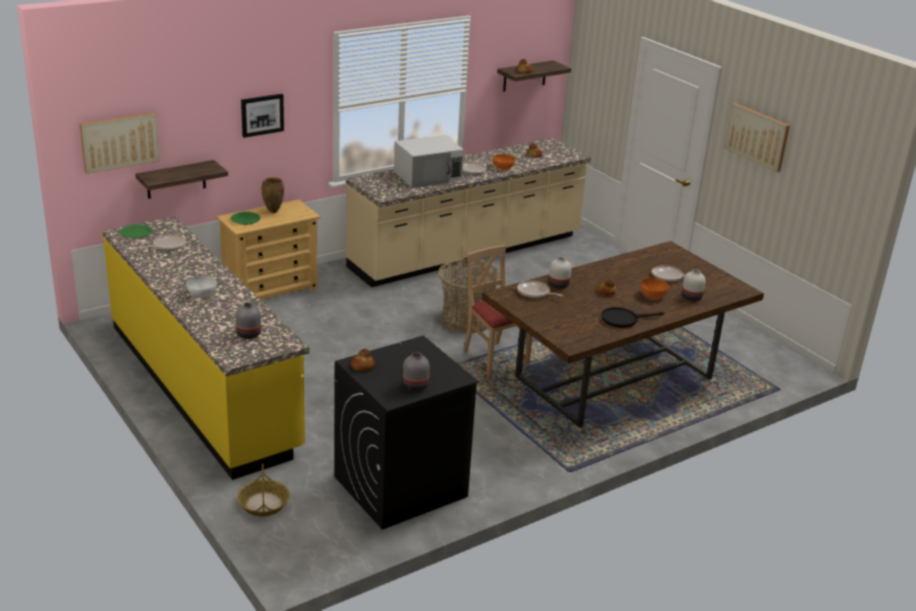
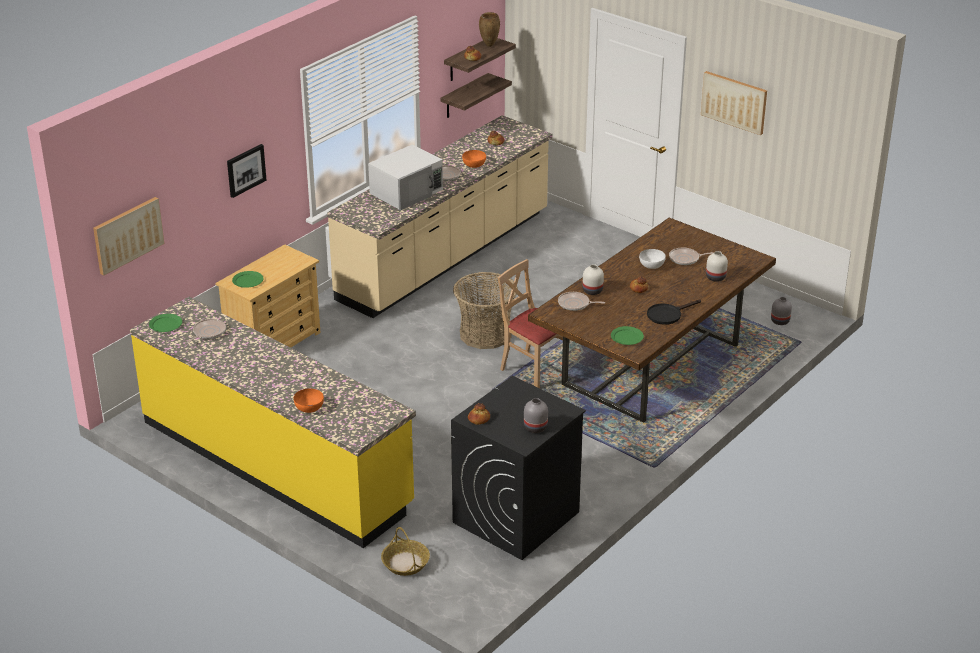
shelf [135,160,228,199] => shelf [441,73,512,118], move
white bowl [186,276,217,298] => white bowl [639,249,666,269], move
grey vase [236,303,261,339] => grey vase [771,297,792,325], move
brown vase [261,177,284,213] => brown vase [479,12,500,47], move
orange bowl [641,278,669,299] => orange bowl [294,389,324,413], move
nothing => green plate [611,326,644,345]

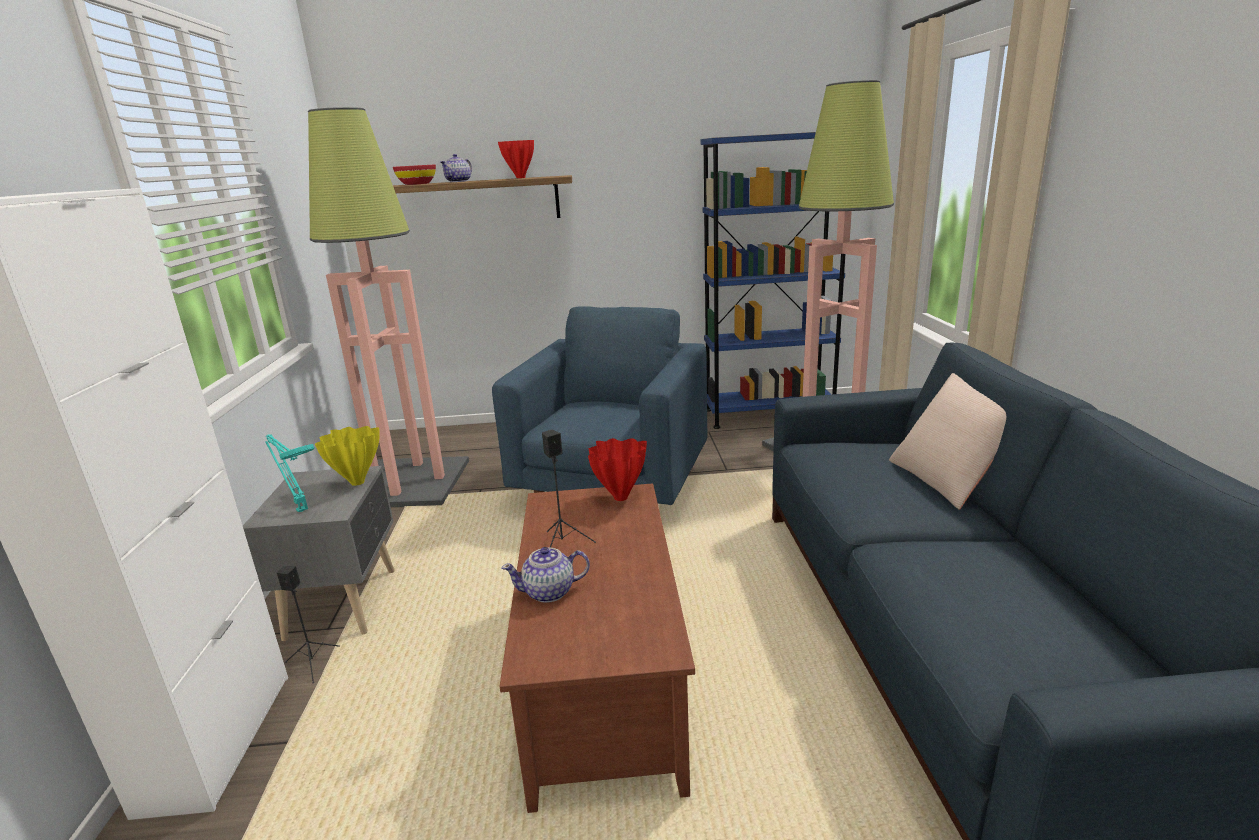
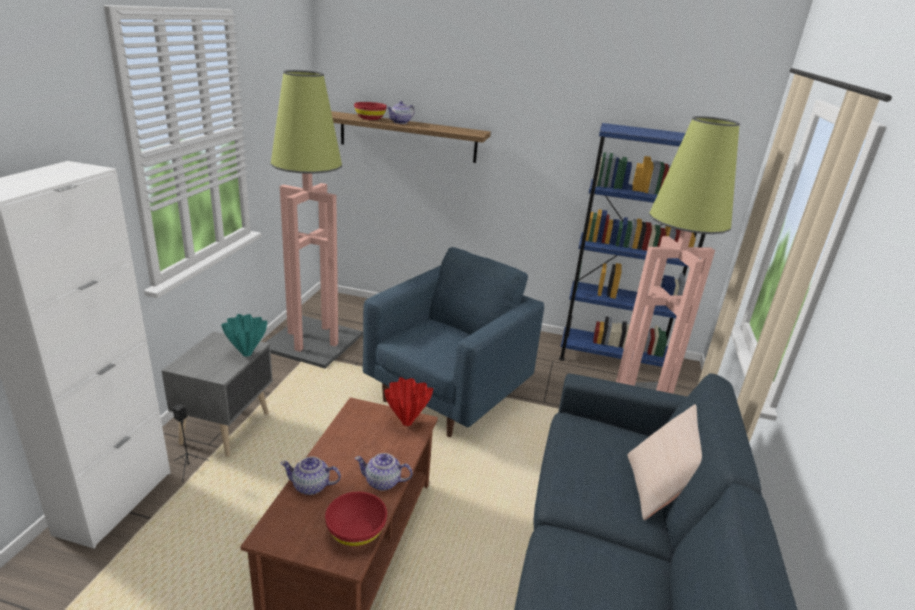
turquoise table lamp [265,434,314,512] => nothing
yellow vase [315,426,380,486] => turquoise vase [221,314,267,357]
red vase [498,140,534,178] => nothing
black speaker [542,430,596,548] => nothing
nothing => red bowl [325,492,387,547]
nothing => teapot [355,453,413,491]

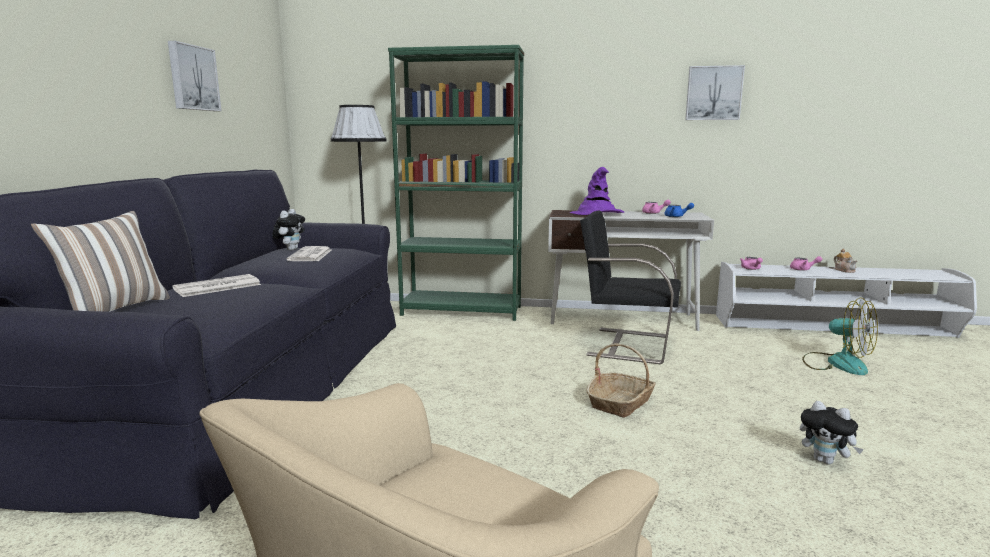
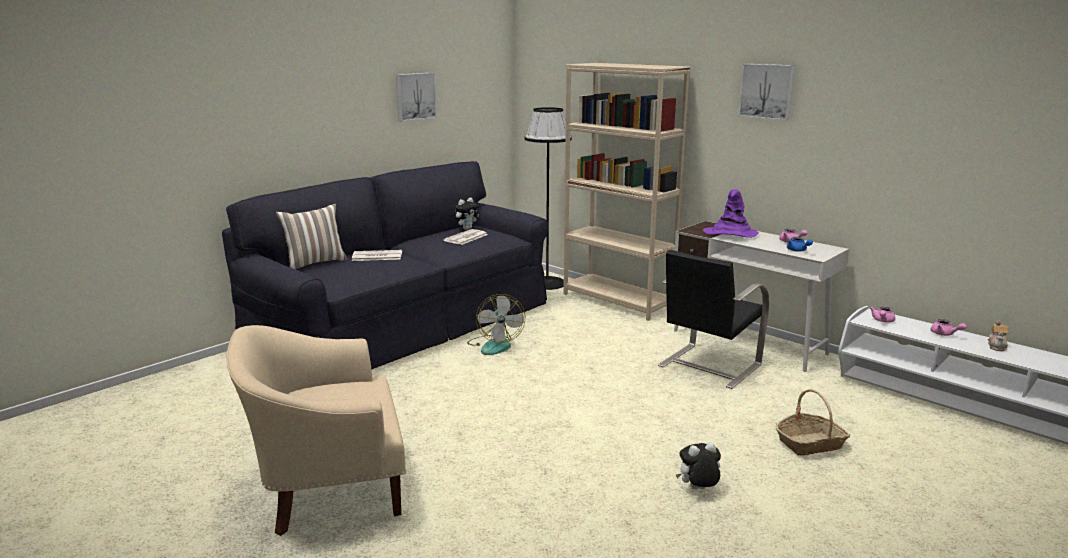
green bookcase [388,45,524,321] => beige bookcase [563,63,691,321]
black chair [580,210,681,364] => black chair [658,250,769,389], 105 degrees counterclockwise
basket [586,344,656,418] => basket [775,389,850,456], move
picture [685,65,745,120] => picture [738,64,795,120], move
plush toy [800,401,864,465] => plush toy [676,442,721,490], 90 degrees clockwise
fan [802,297,878,375] => fan [467,294,525,355], move

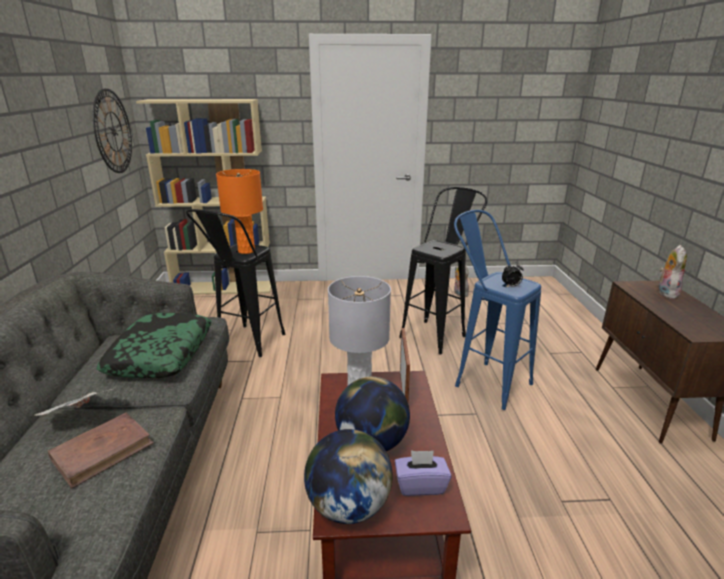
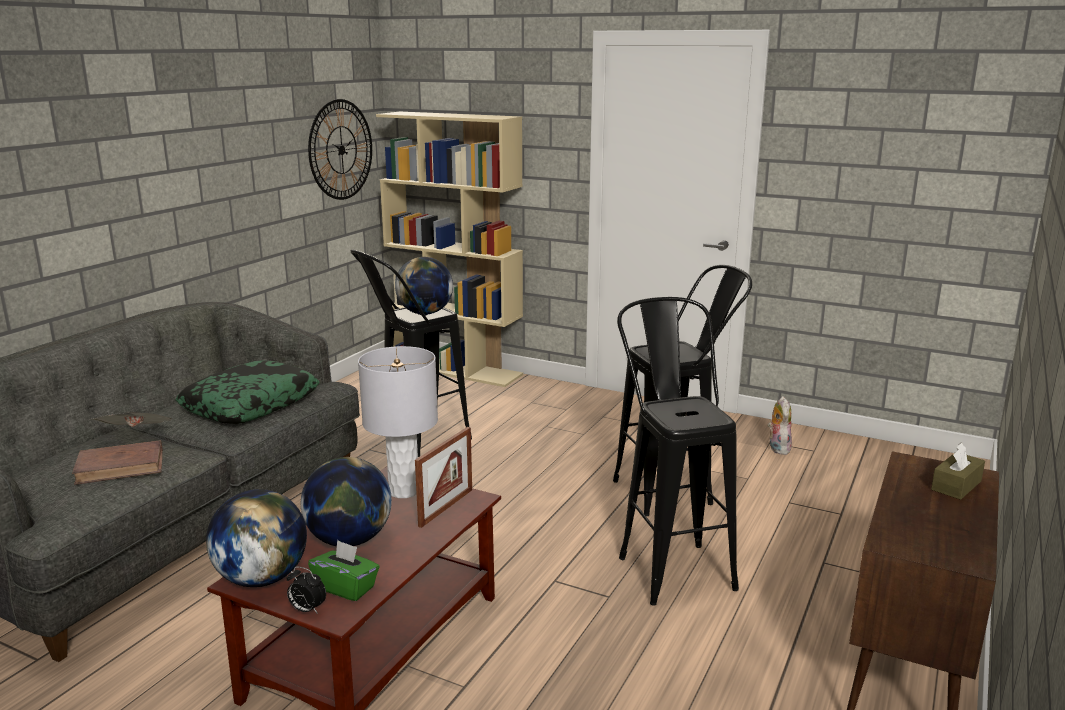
orange table lamp [216,169,263,254] => globe [395,257,453,315]
purple tissue box [395,450,451,496] => green tissue box [308,540,380,601]
blue stool [454,210,541,410] => black stool [617,297,739,606]
alarm clock [502,262,524,286] => alarm clock [287,567,326,614], move
plush toy [659,245,687,299] => brown tissue box [931,442,985,500]

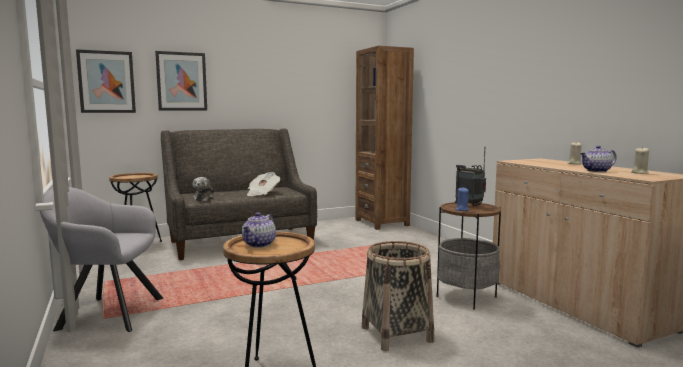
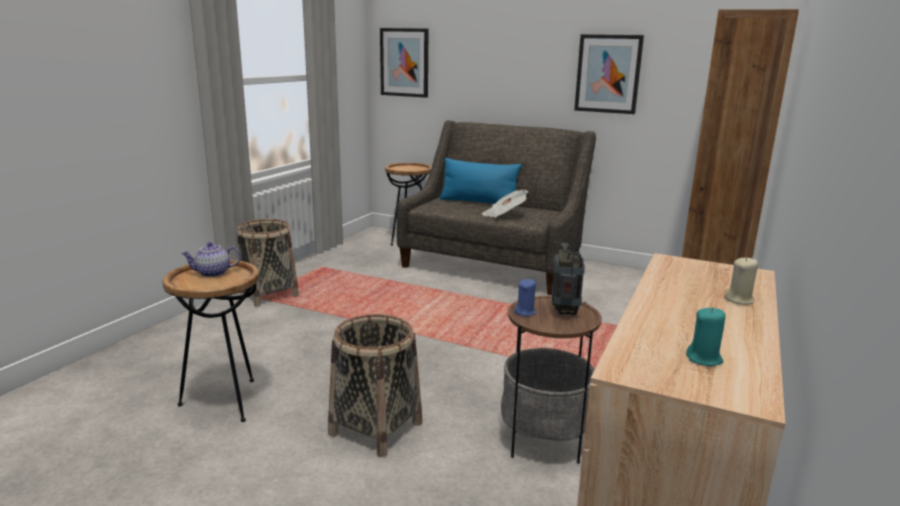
grey armchair [40,187,163,332] => basket [236,219,299,307]
picture [155,51,207,110] => picture [574,34,644,114], move
plush toy [193,177,214,201] => nothing
teapot [580,146,617,172] => nothing
beige candle [631,148,649,174] => turquoise candle [686,307,726,366]
nothing => blue pillow [440,158,522,207]

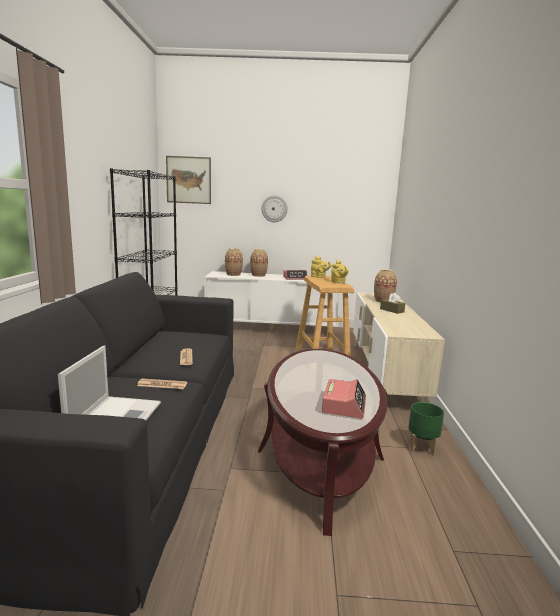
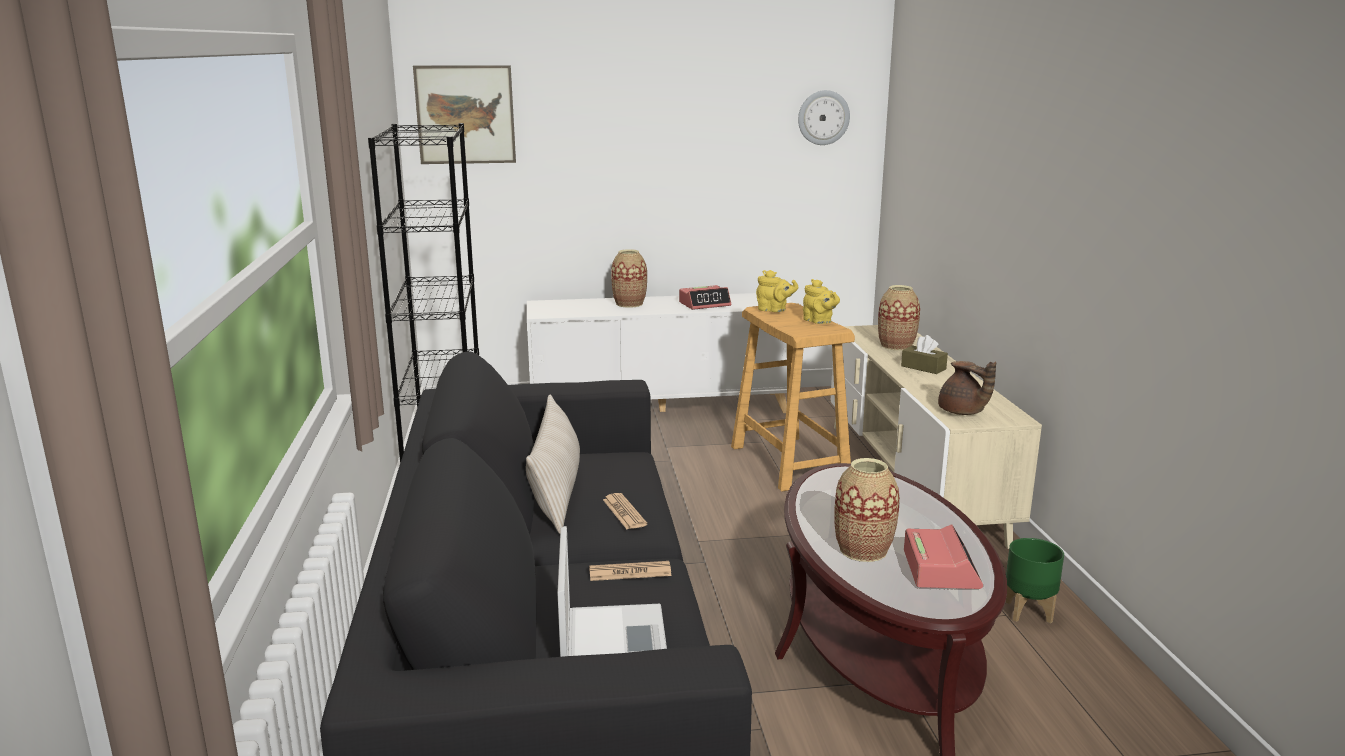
vase [225,248,243,276] => vase [834,458,900,562], move
wall clock [261,195,288,222] => wall clock [798,90,850,145], move
nothing => beige pillow [526,395,580,534]
nothing => brown teapot [938,361,996,415]

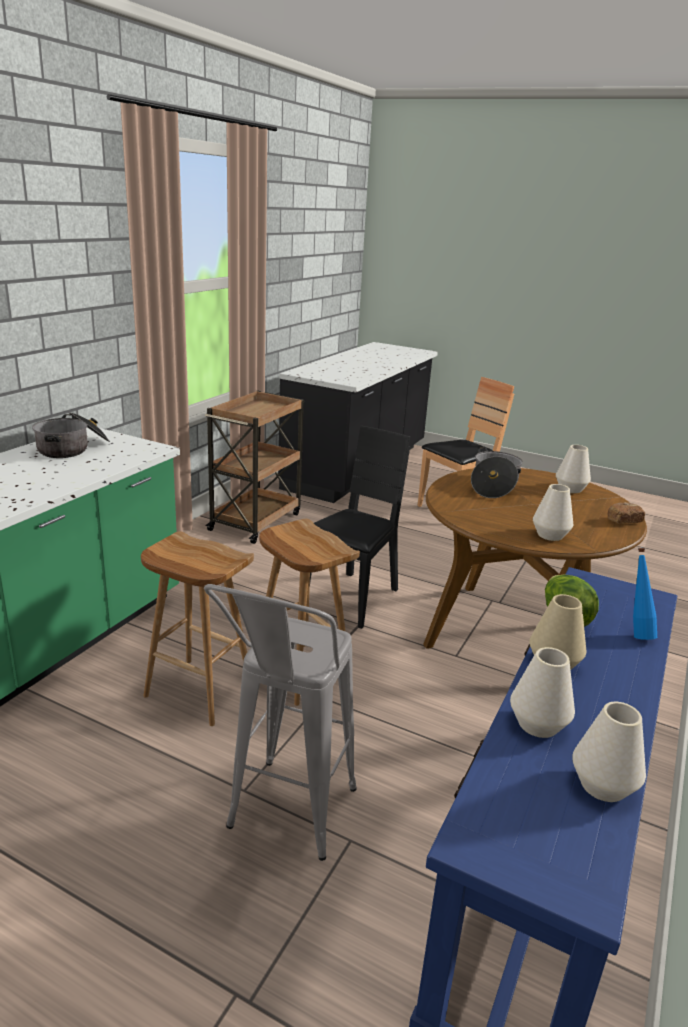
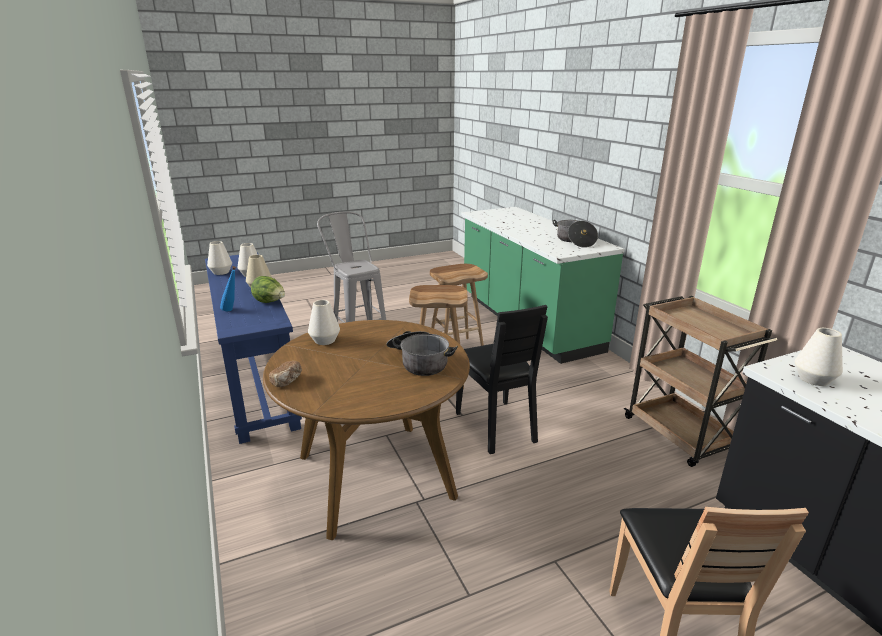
white vase [556,445,591,493] => white vase [795,328,843,386], move

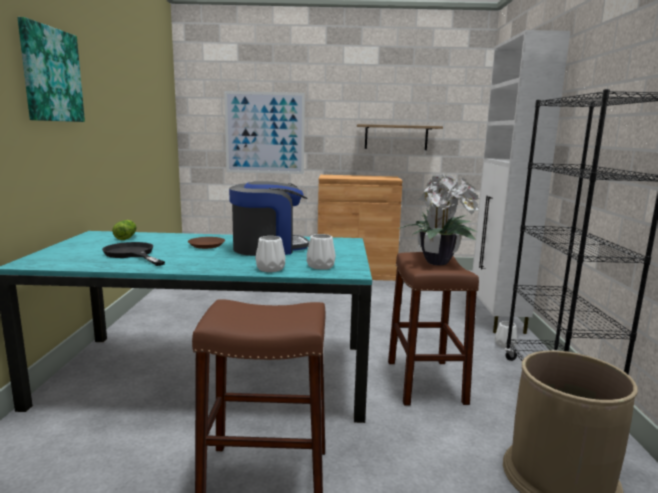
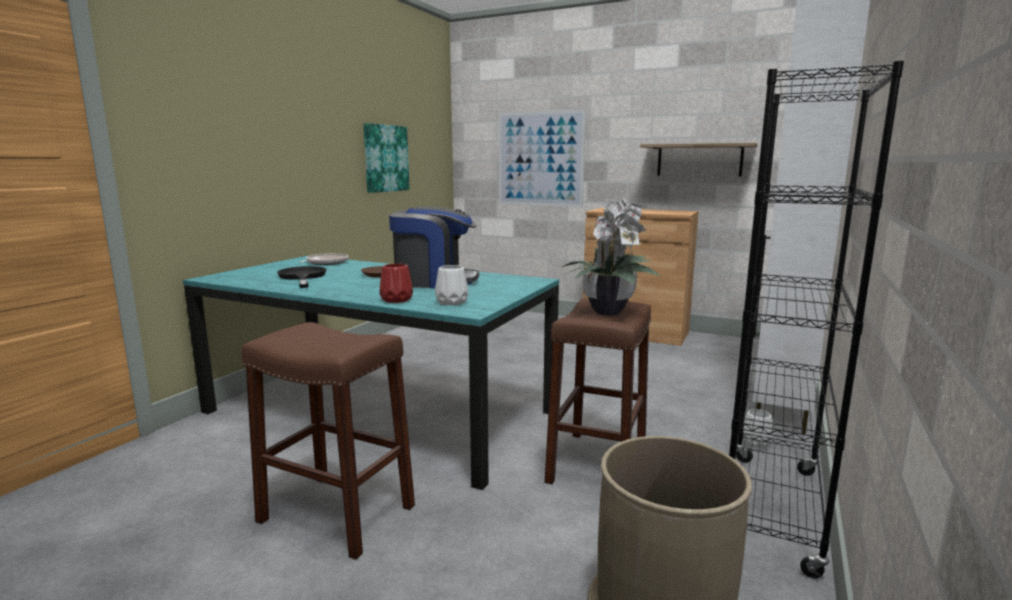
picture [17,17,85,122] => picture [363,123,409,193], move
lettuce [112,220,137,240] => frying pan [299,253,348,265]
white vase [255,236,285,272] => red vase [379,264,413,303]

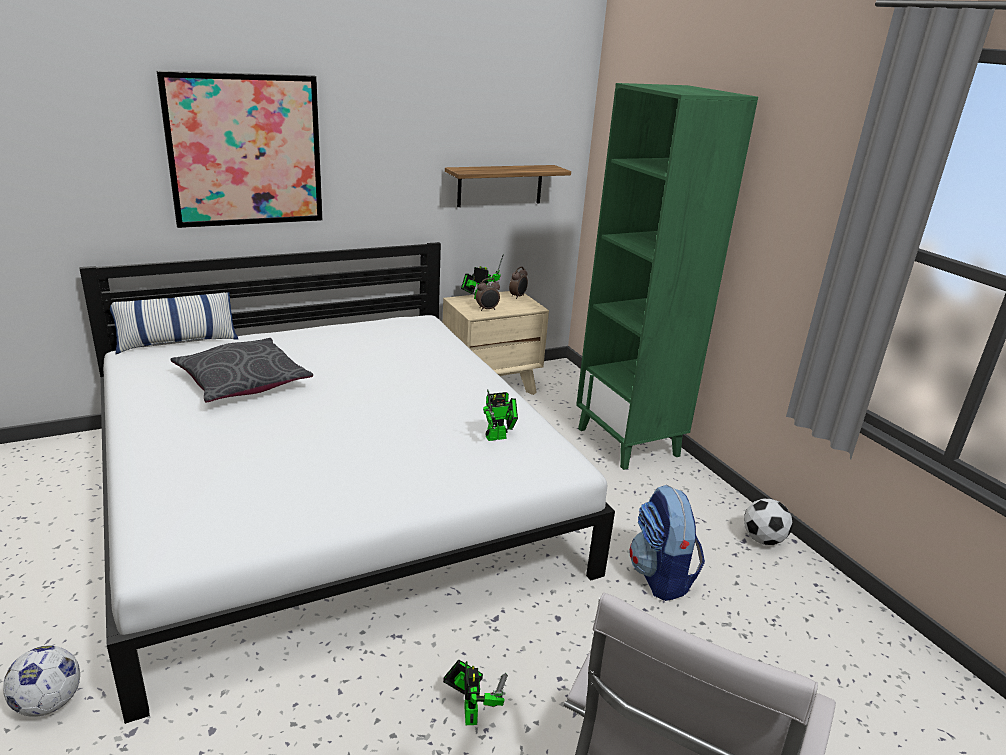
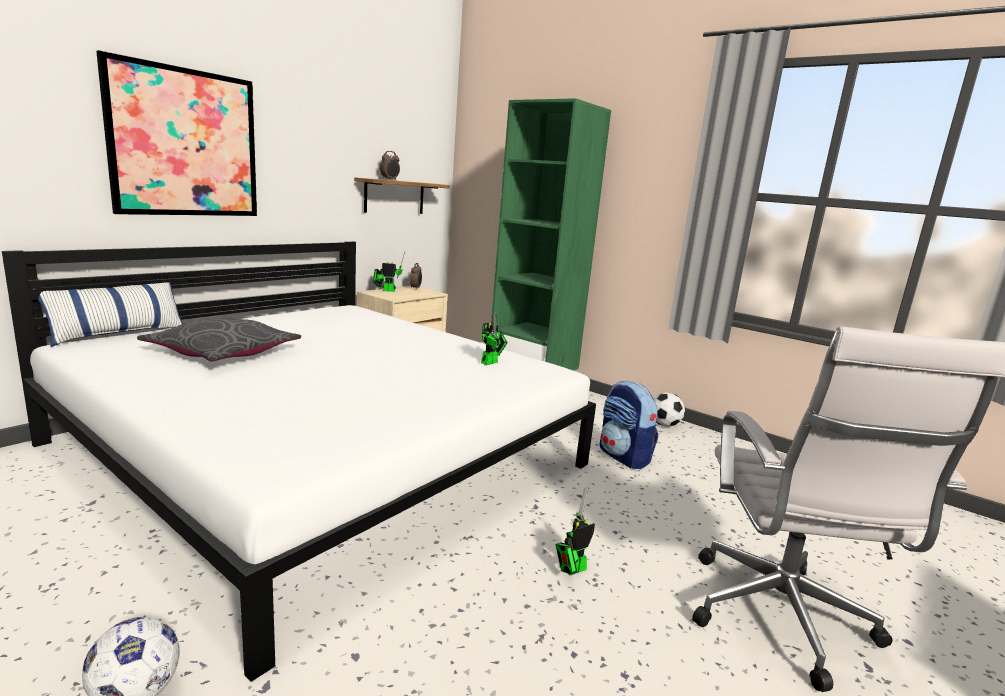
toy robot [443,660,508,725] => toy robot [556,486,595,576], 90 degrees counterclockwise
alarm clock [476,278,500,311] => alarm clock [380,151,400,180], move

